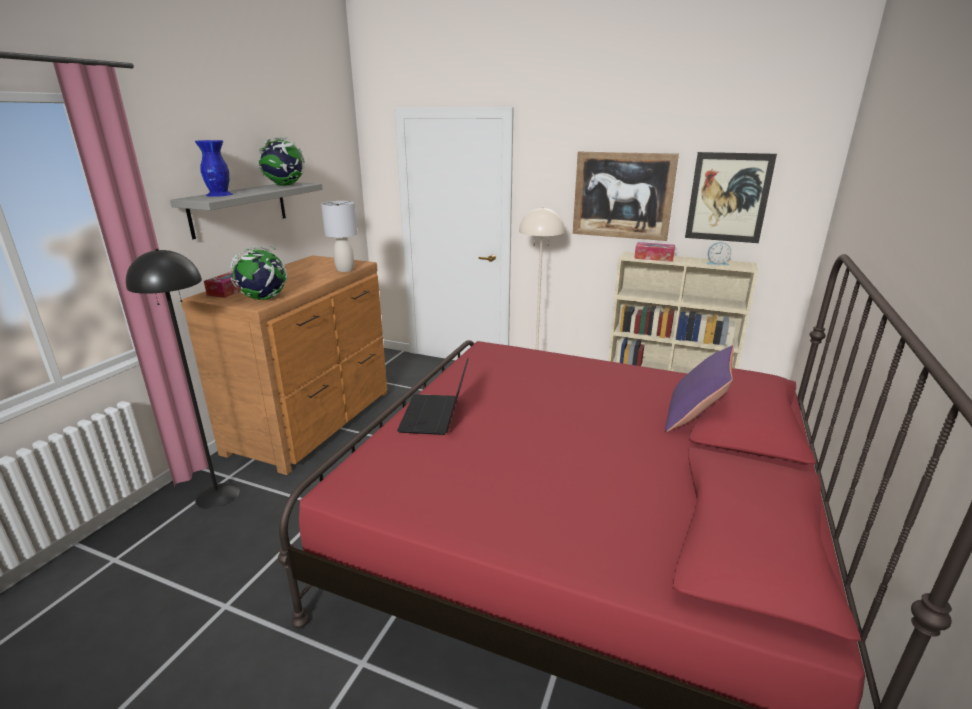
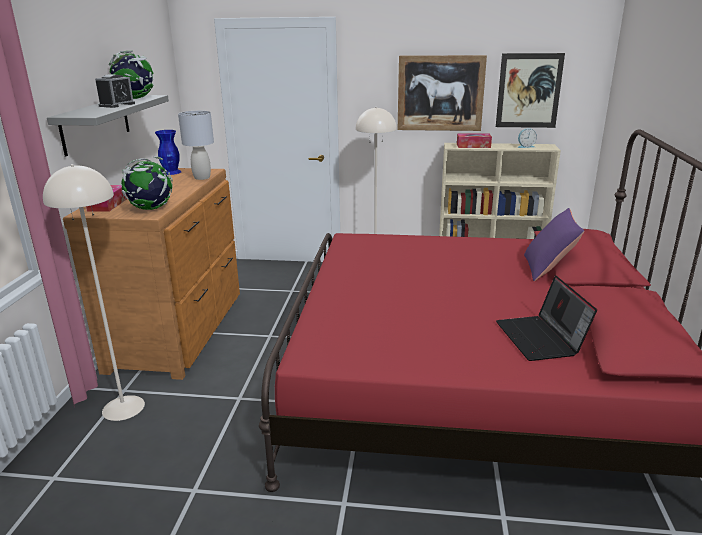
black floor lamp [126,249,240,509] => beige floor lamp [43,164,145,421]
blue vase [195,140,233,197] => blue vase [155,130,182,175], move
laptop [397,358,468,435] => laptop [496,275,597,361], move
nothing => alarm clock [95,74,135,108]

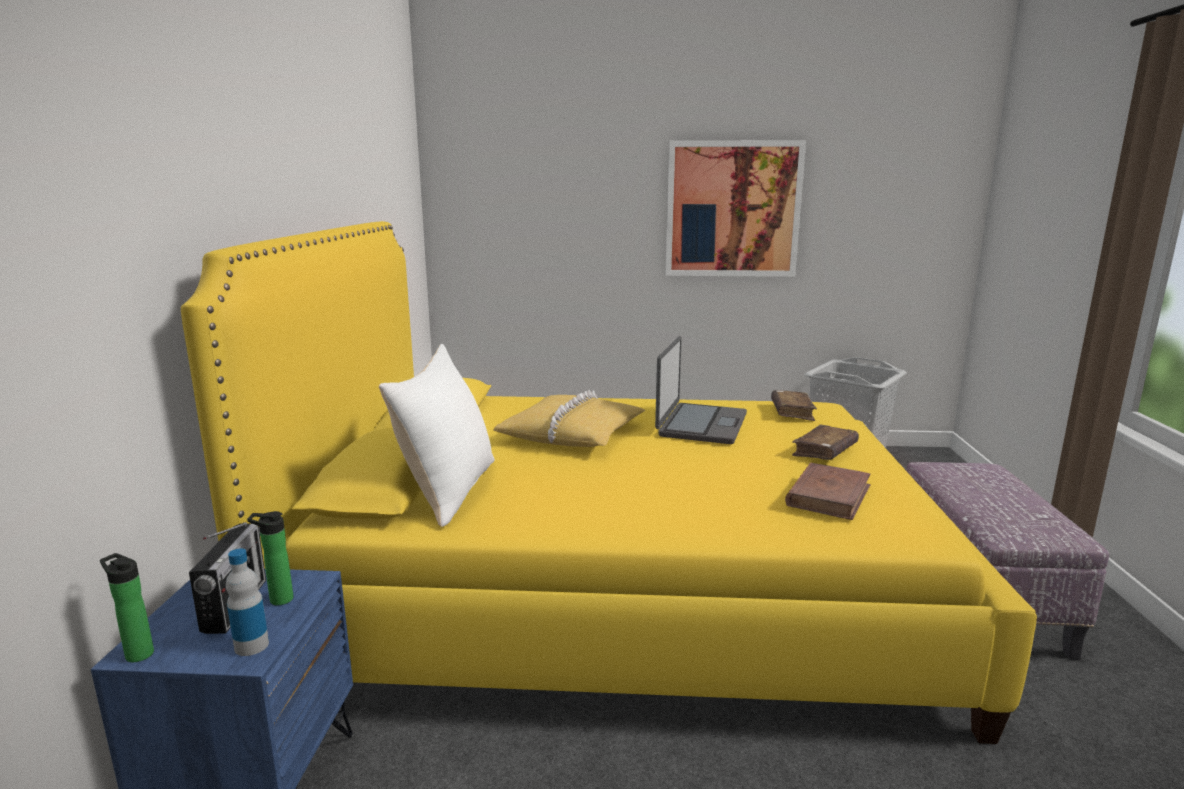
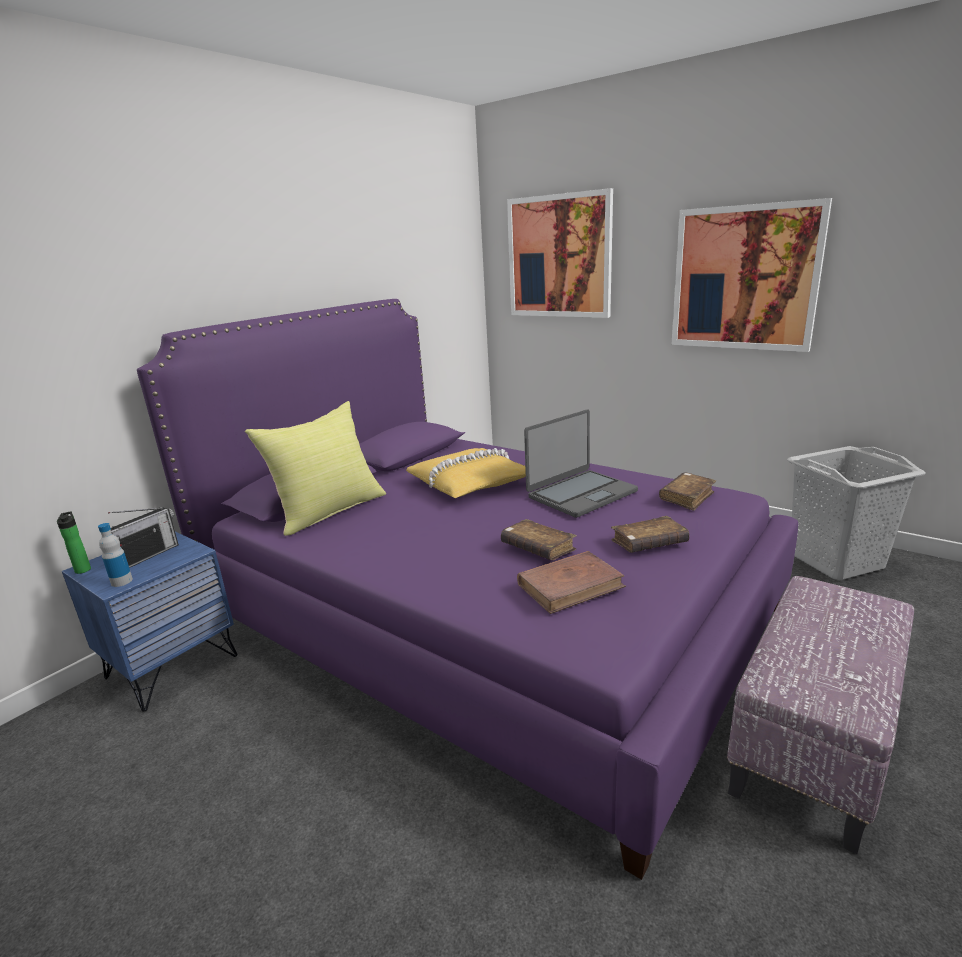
yellow bed [181,221,1037,744] => purple bed [137,299,798,880]
bottle [247,511,294,605] => nothing
white pillow [379,344,495,527] => yellow pillow [245,401,386,536]
nothing => brown book [501,519,577,560]
nothing => picture [507,188,613,318]

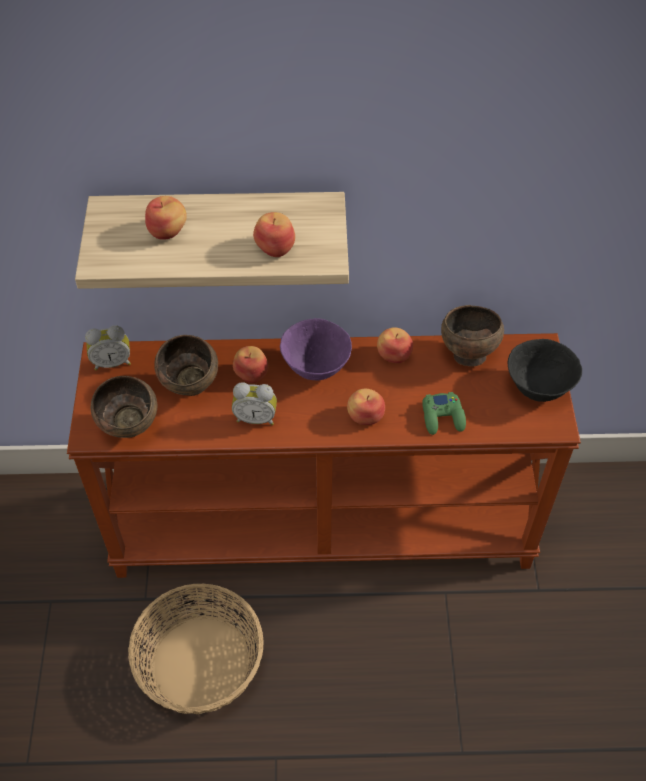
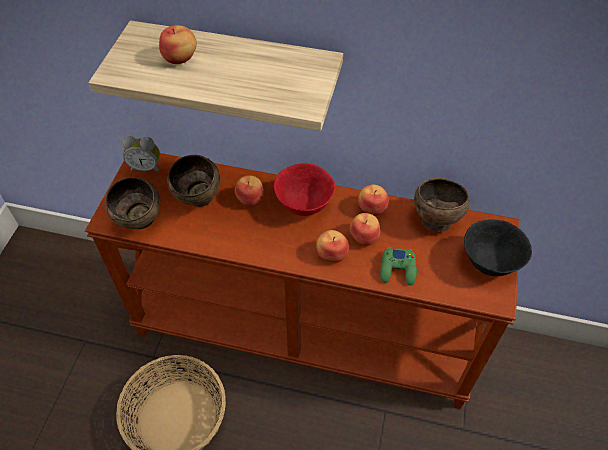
alarm clock [232,382,277,425] => nothing
apple [253,212,295,257] => apple [350,213,380,246], move
purple bowl [280,318,352,380] => red bowl [274,163,335,216]

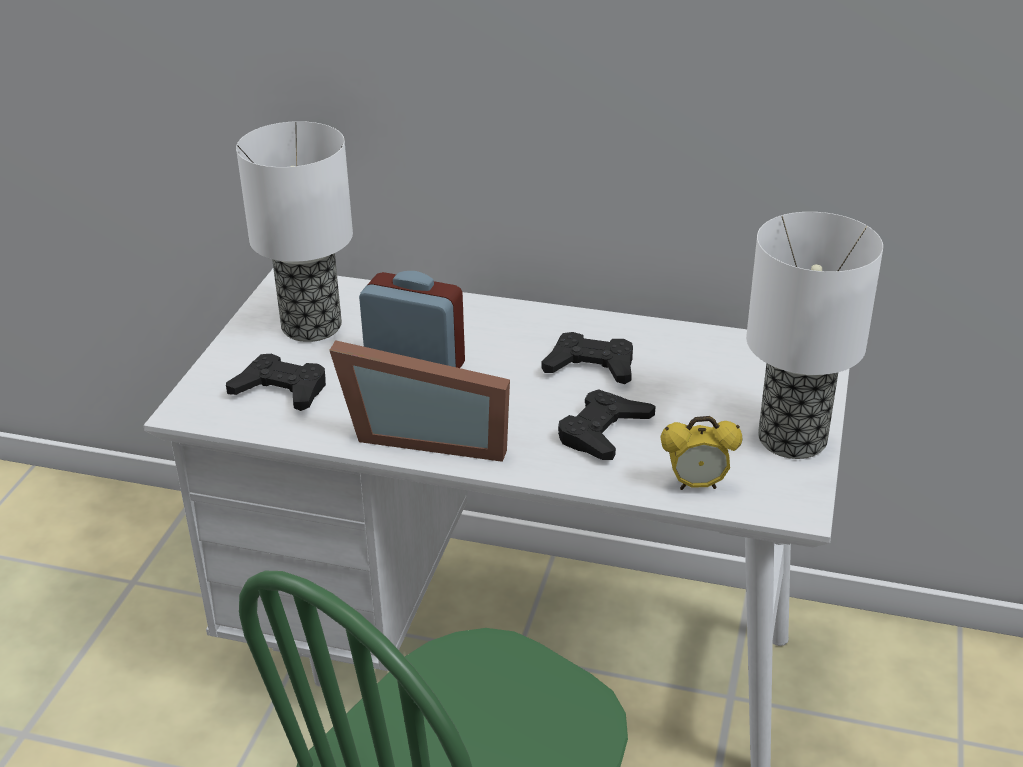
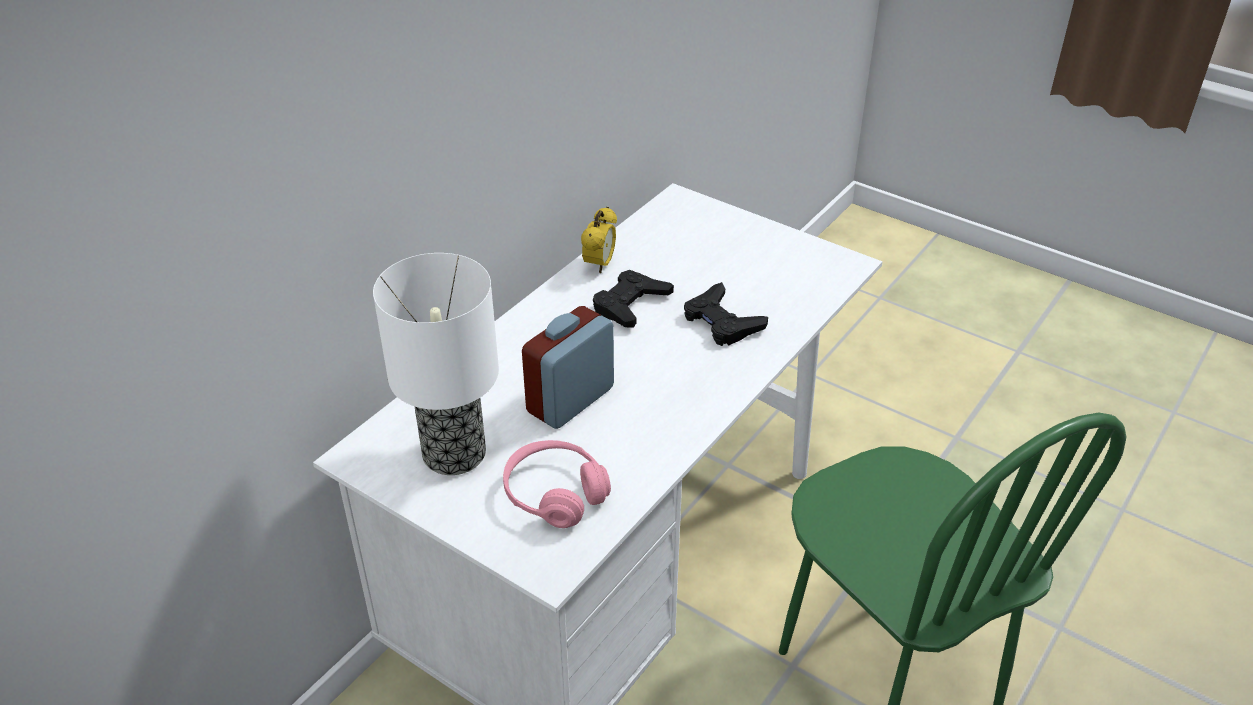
black game controller [226,354,326,411] => pink headphones [503,440,611,528]
picture frame [329,340,510,462] => nothing
alarm clock [661,416,742,490] => alarm clock [581,207,617,273], move
table lamp [746,212,883,459] => nothing

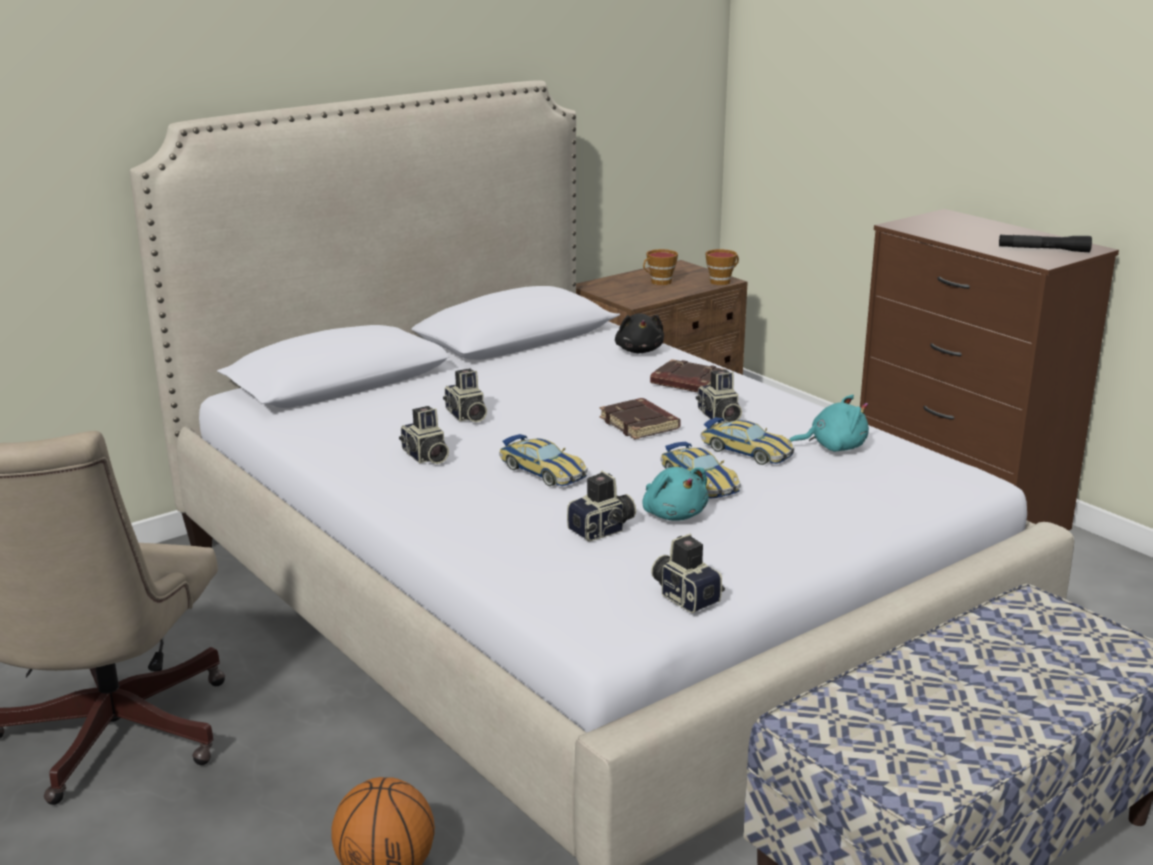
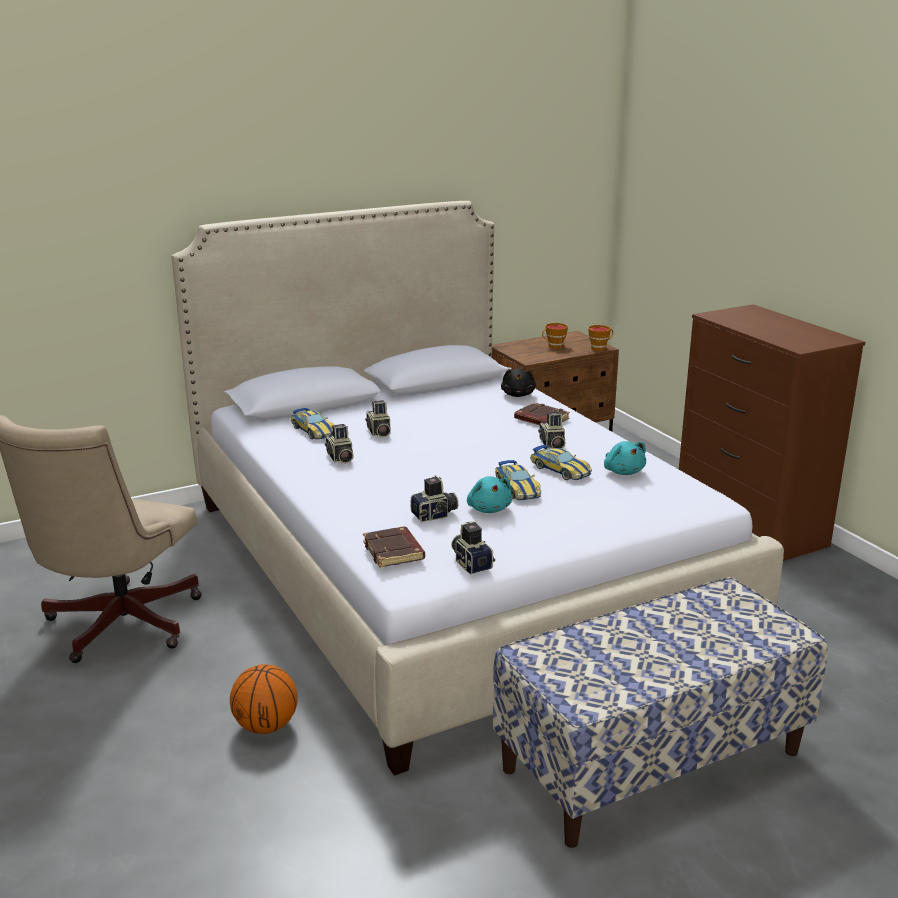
toy car [499,434,588,486] => toy car [290,408,334,439], move
brown book [599,398,681,439] => brown book [363,527,425,568], move
turquoise plush toy [789,394,869,452] => turquoise plush toy [604,441,646,475], 60 degrees clockwise
black flashlight [999,234,1092,252] => nothing

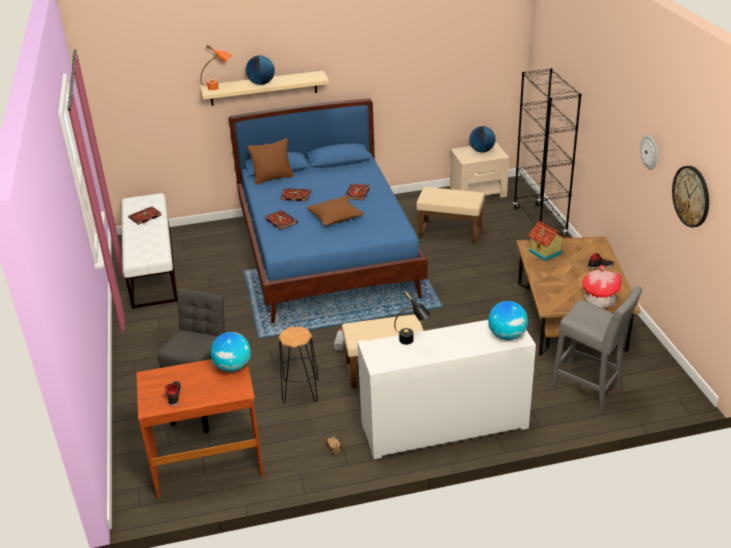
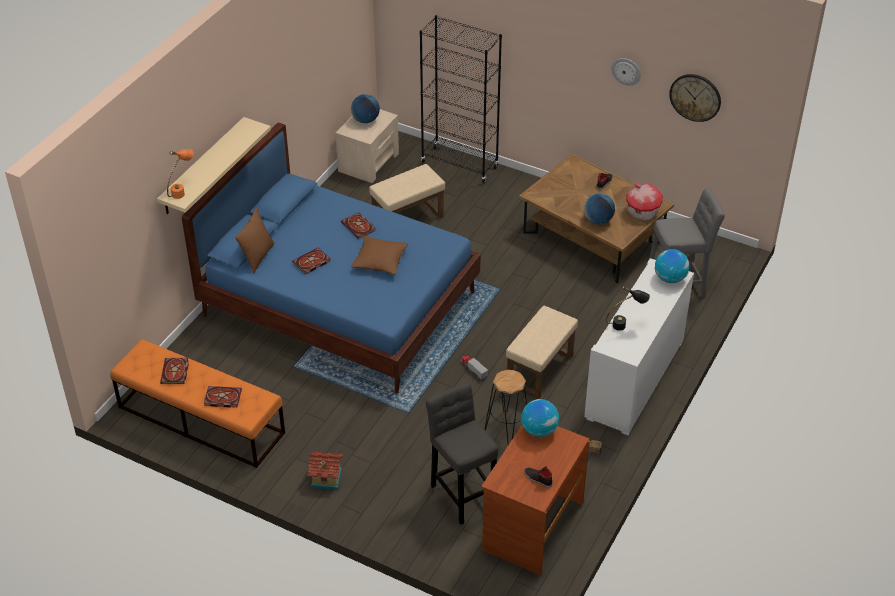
white bench [121,193,178,309] => orange bench [110,339,285,468]
globe [246,55,275,85] => globe [584,193,615,225], move
book [265,210,298,230] => book [204,386,242,408], move
toy house [528,220,566,261] => toy house [308,452,343,490], move

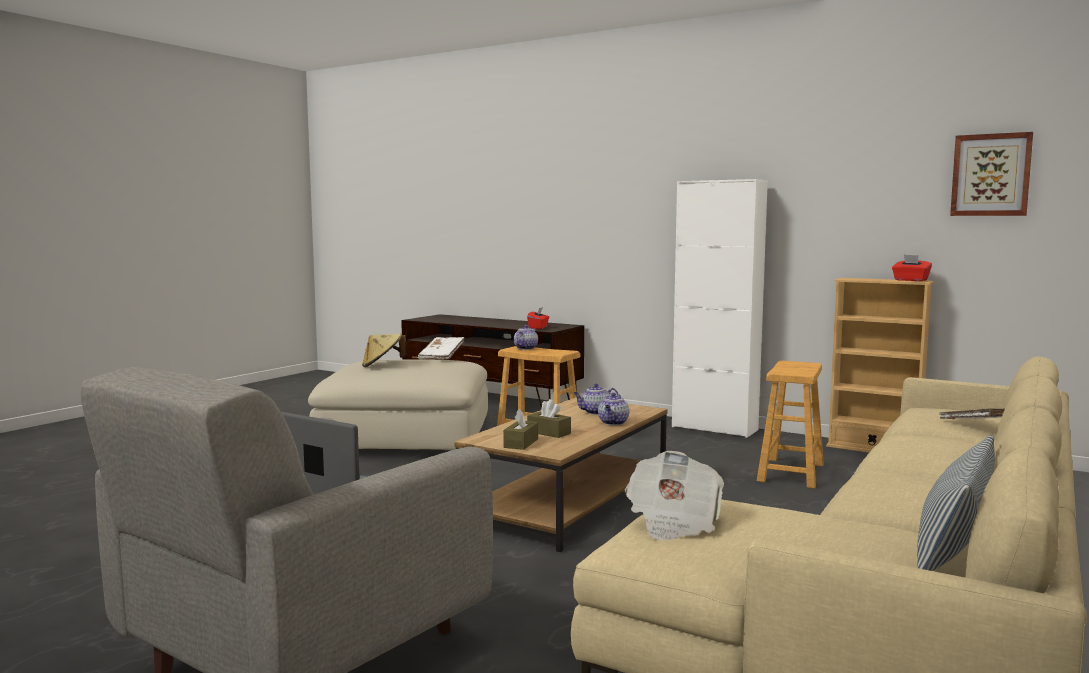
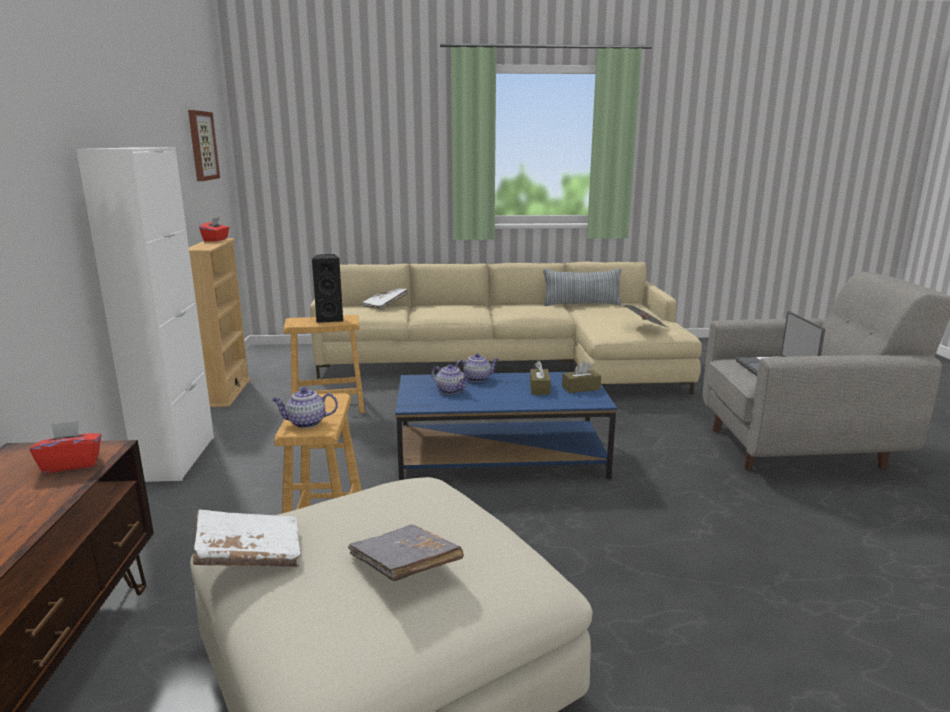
beige hat [362,334,407,367] => grey book [348,525,464,582]
brown coffee table [454,397,667,552] => blue coffee table [395,372,617,480]
nothing => black speaker [312,254,344,323]

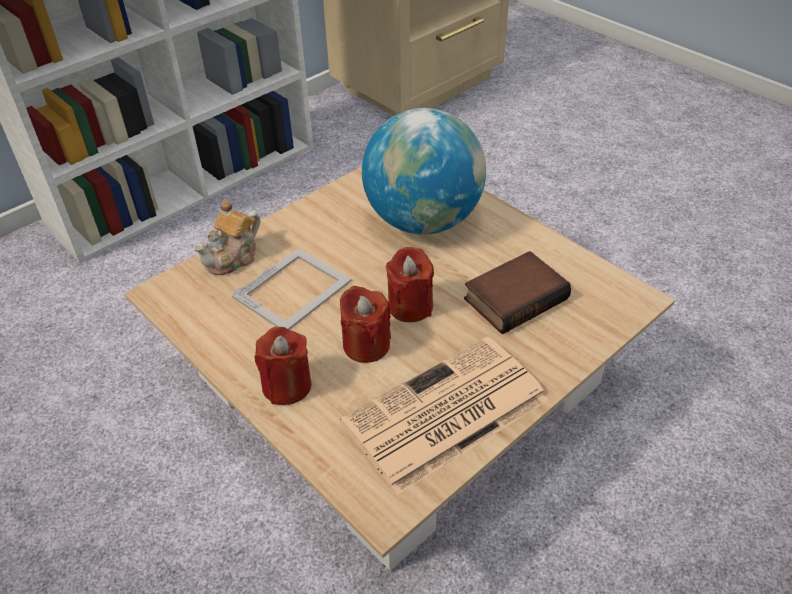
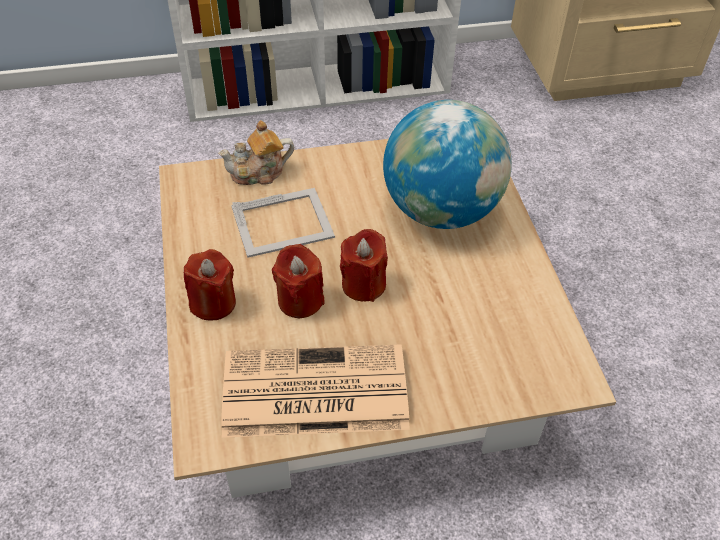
book [464,251,571,334] => nothing

